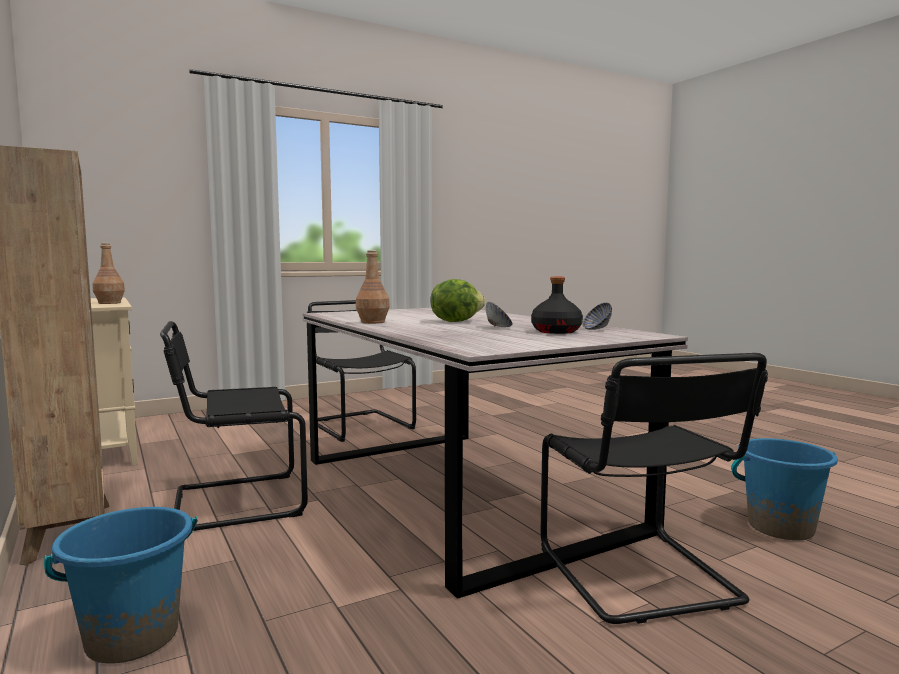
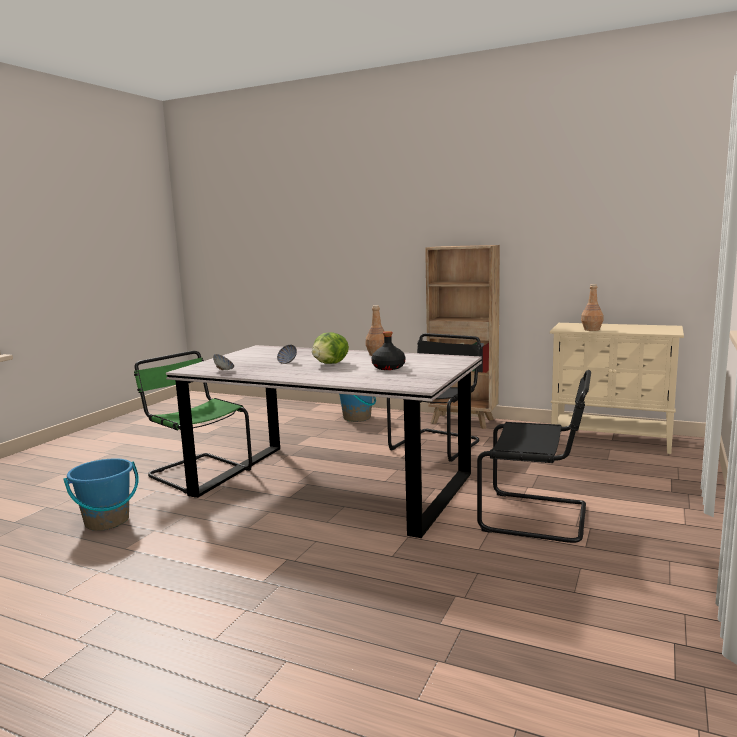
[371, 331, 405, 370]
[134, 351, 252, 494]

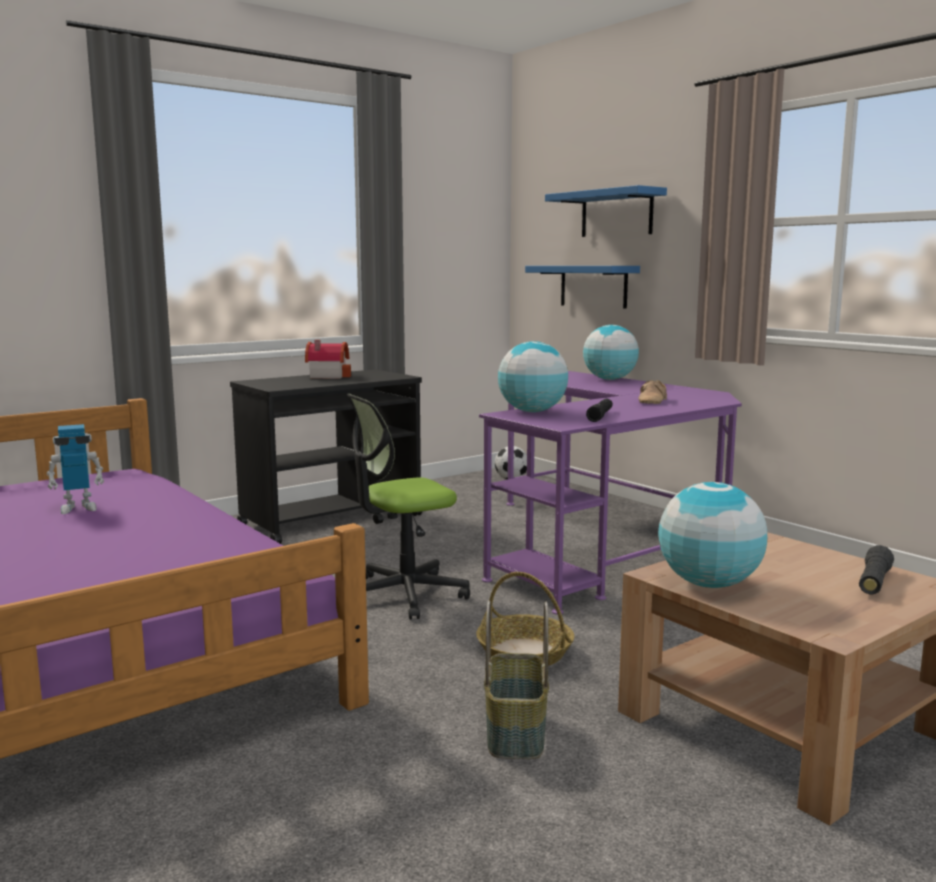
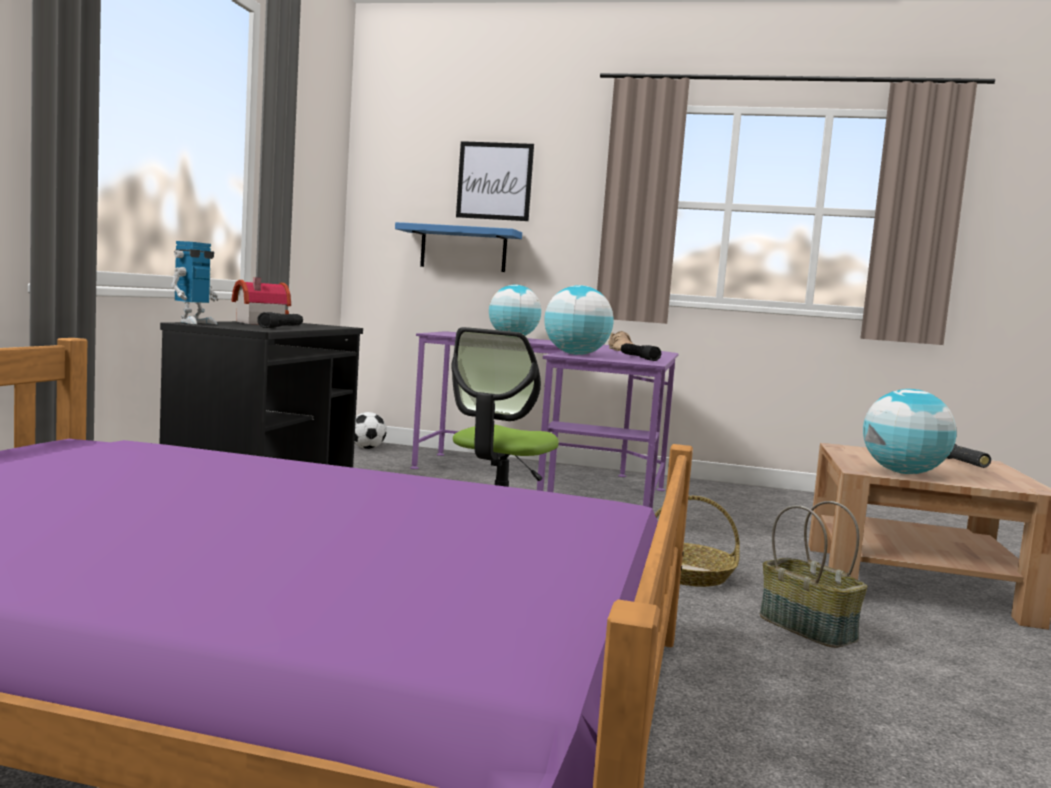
[456, 141, 534, 221]
[171, 241, 219, 324]
[257, 312, 303, 328]

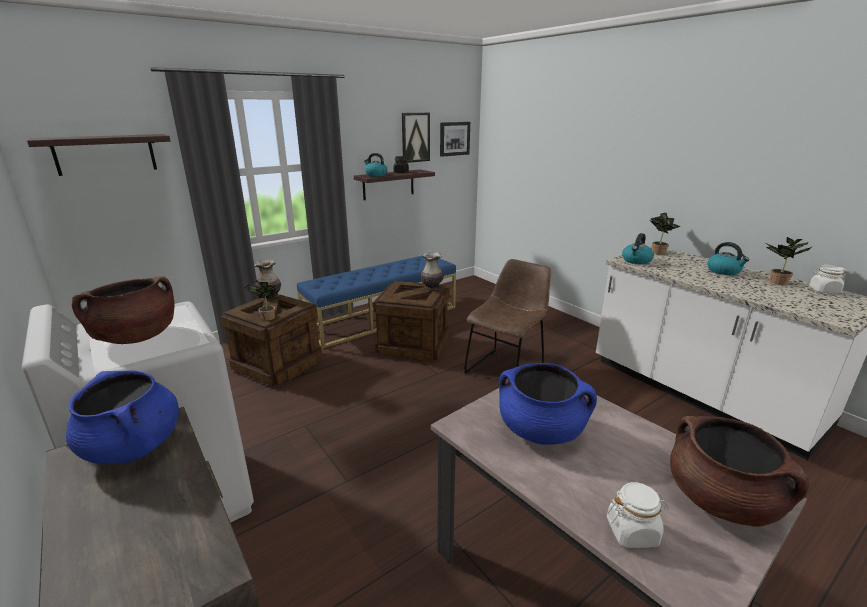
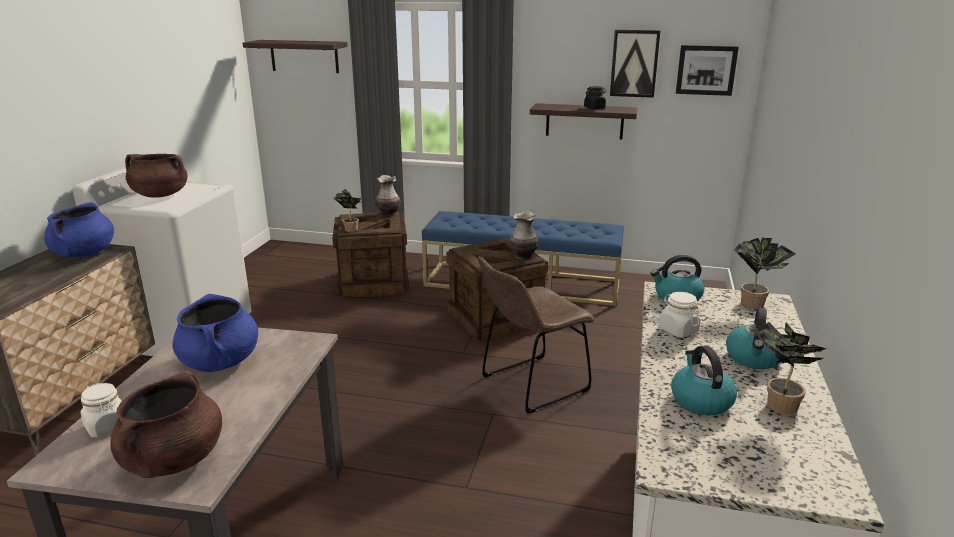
[672, 346, 737, 415]
[478, 257, 595, 414]
[659, 292, 700, 337]

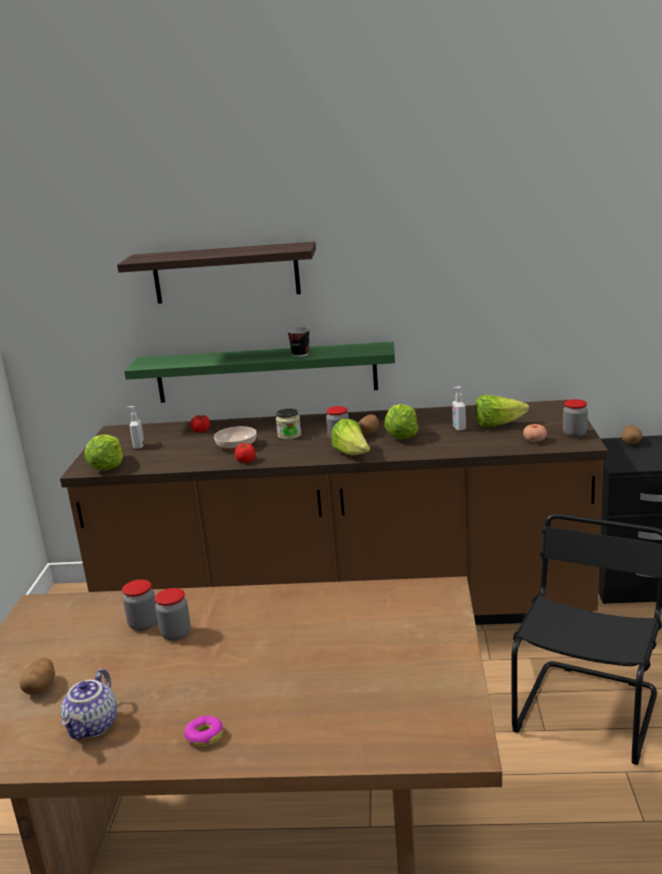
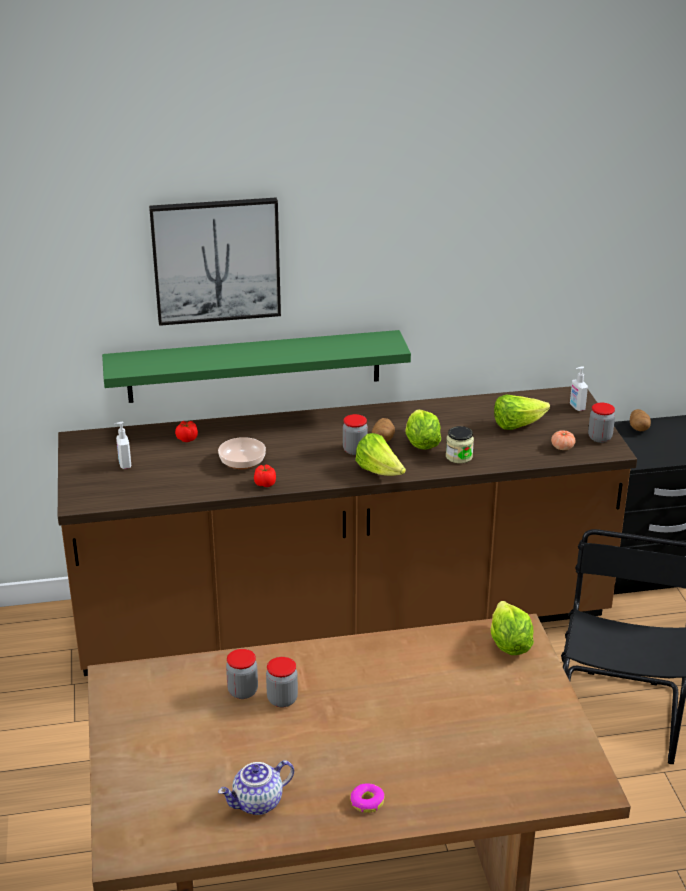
[149, 198, 281, 326]
[287, 327, 310, 357] (first image)
[570, 366, 588, 411]
[446, 426, 474, 464]
[490, 601, 534, 655]
[20, 657, 55, 695] (first image)
[218, 760, 294, 815]

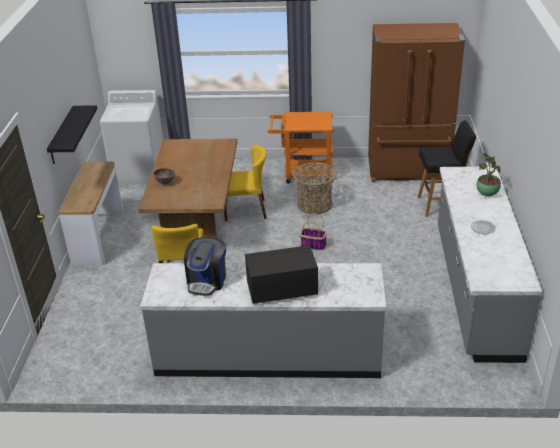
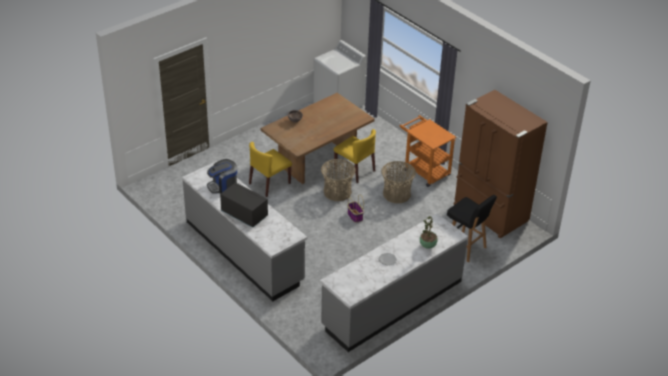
[47, 105, 97, 164] (first image)
[58, 162, 124, 266] (first image)
[321, 159, 356, 201]

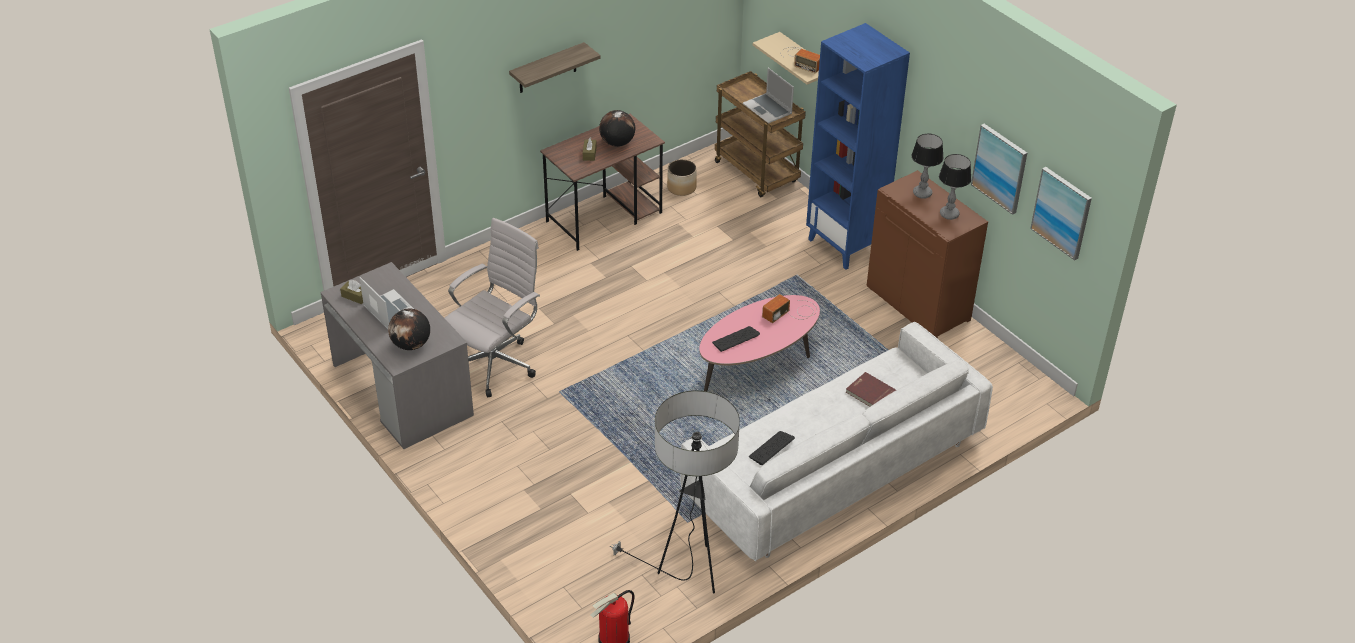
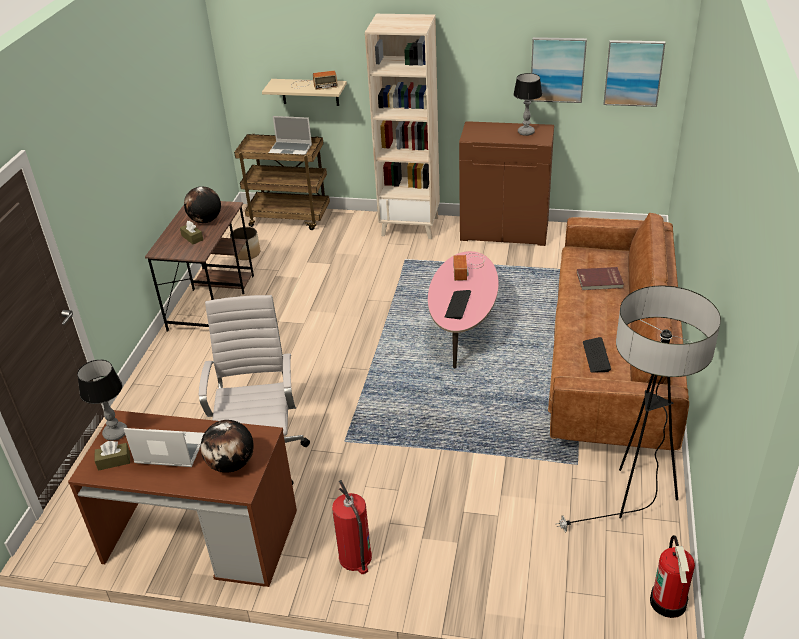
[365, 14, 440, 239]
[509, 42, 601, 93] (first image)
[77, 360, 127, 441]
[68, 410, 297, 587]
[548, 213, 689, 450]
[332, 480, 372, 574]

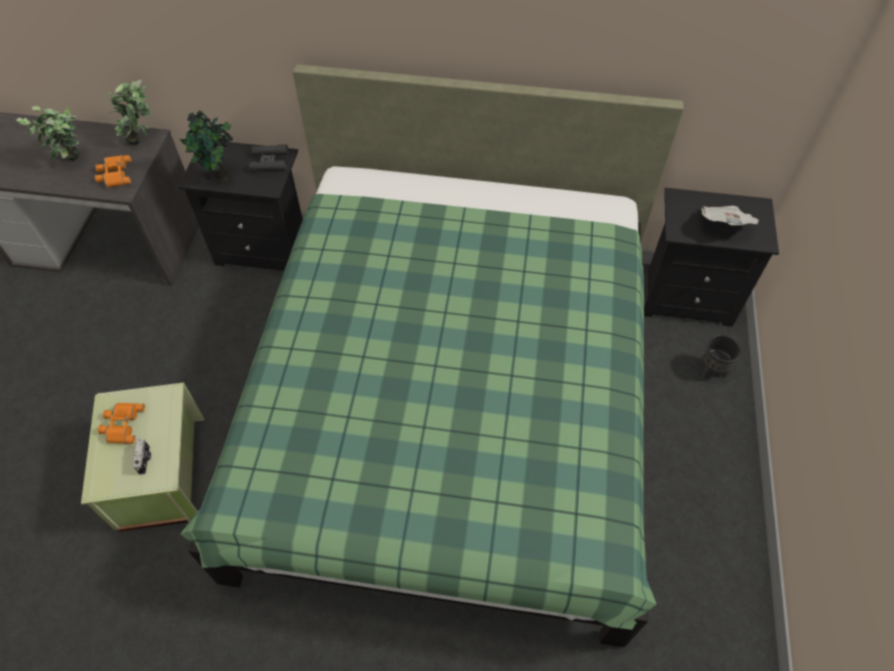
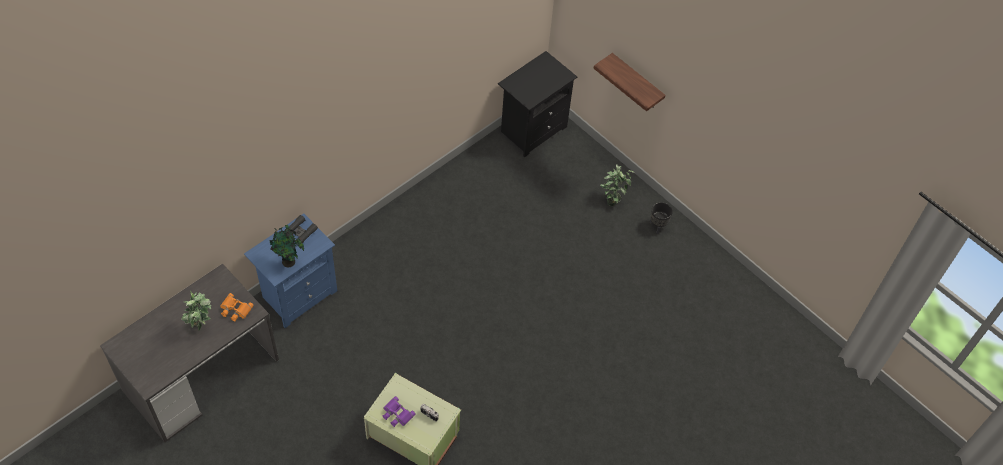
[180, 64, 684, 647] (first image)
[600, 164, 635, 206]
[244, 214, 337, 328]
[702, 206, 759, 225] (first image)
[650, 202, 673, 234]
[383, 396, 416, 427]
[593, 53, 666, 111]

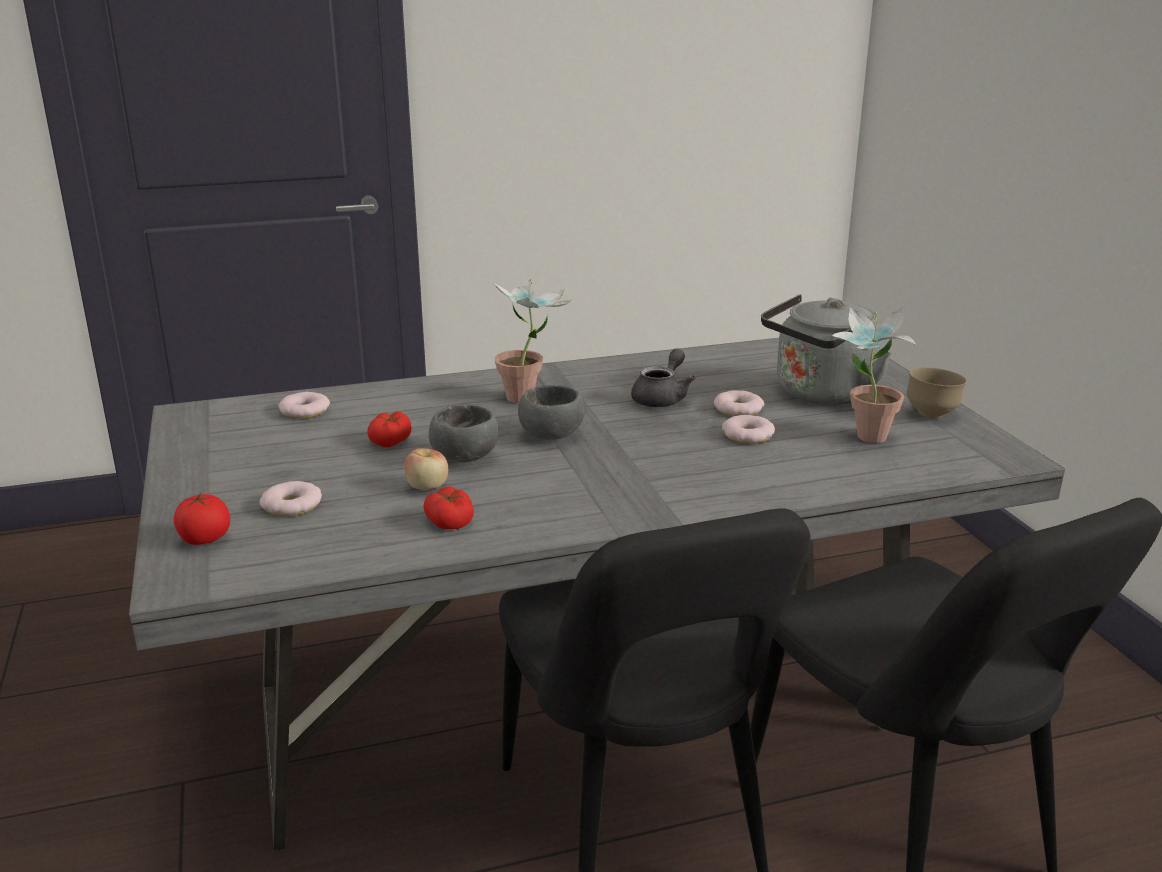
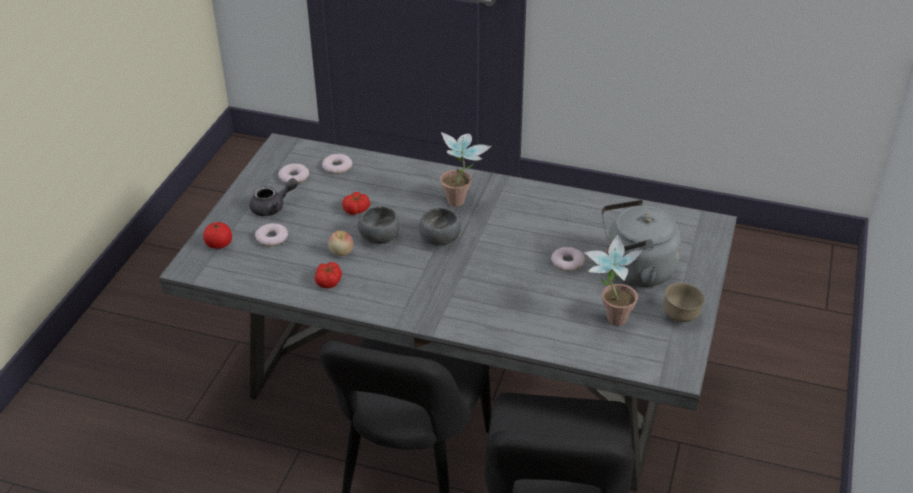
[250, 178, 298, 216]
[278, 163, 309, 183]

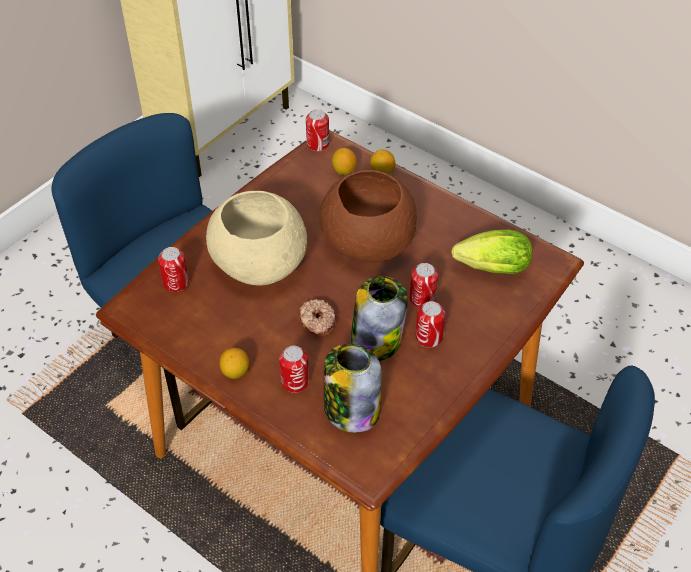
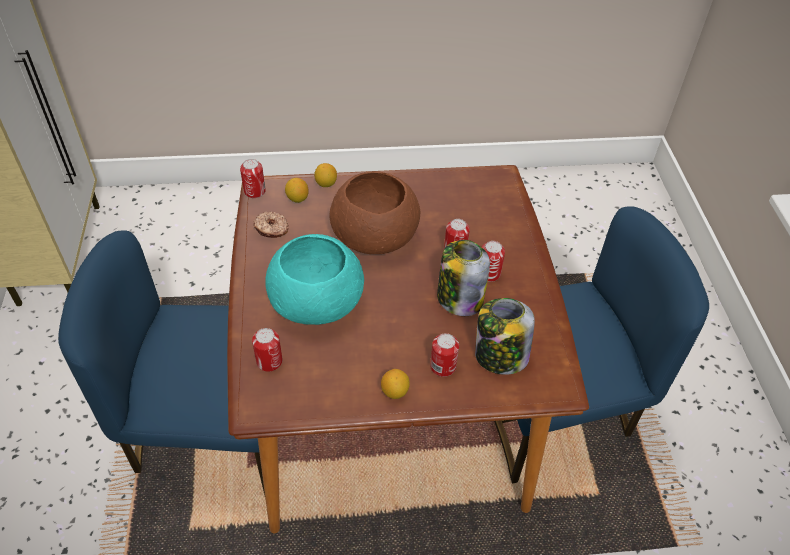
[265, 234, 364, 325]
[451, 230, 532, 274] (first image)
[253, 211, 288, 238]

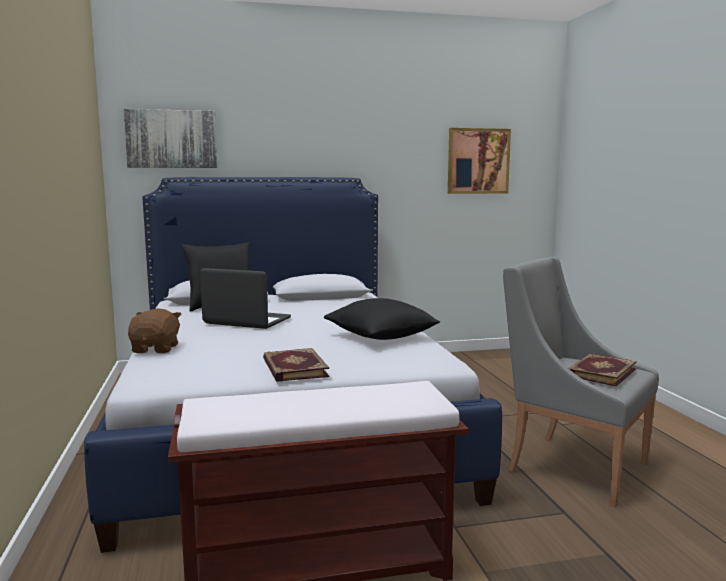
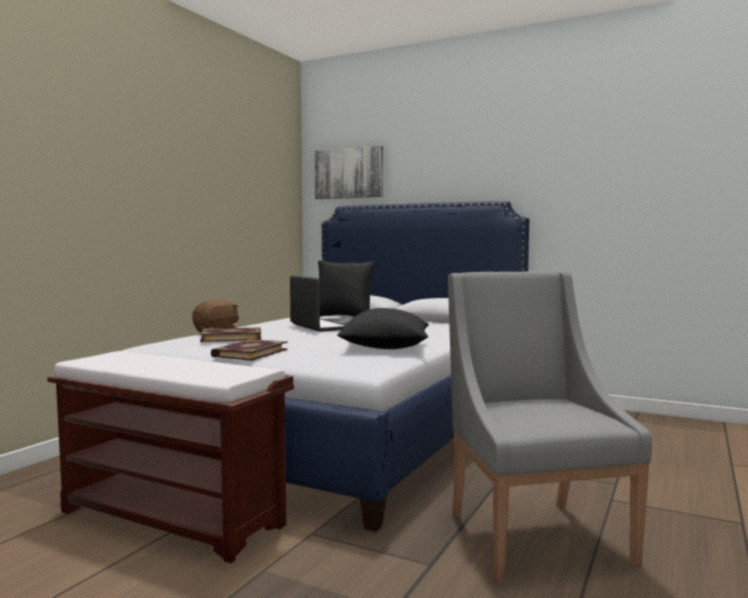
[448, 128, 511, 194] (first image)
[200, 327, 261, 342]

